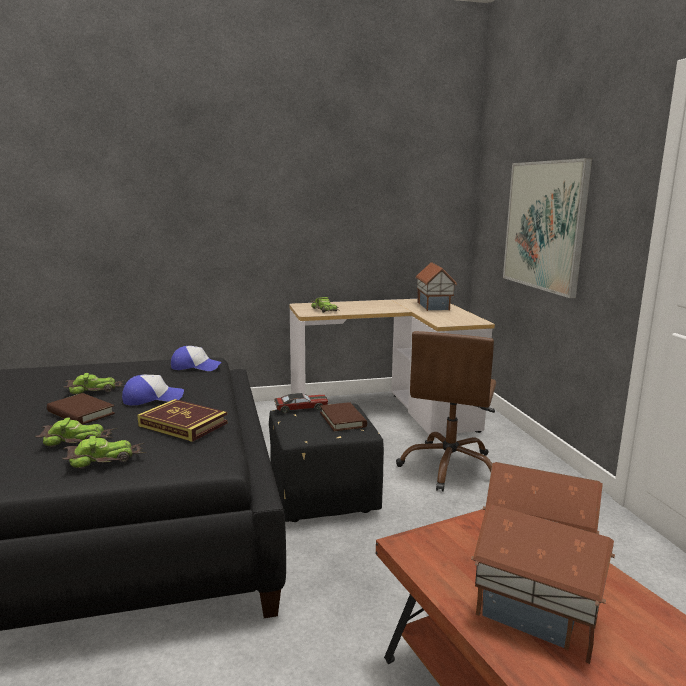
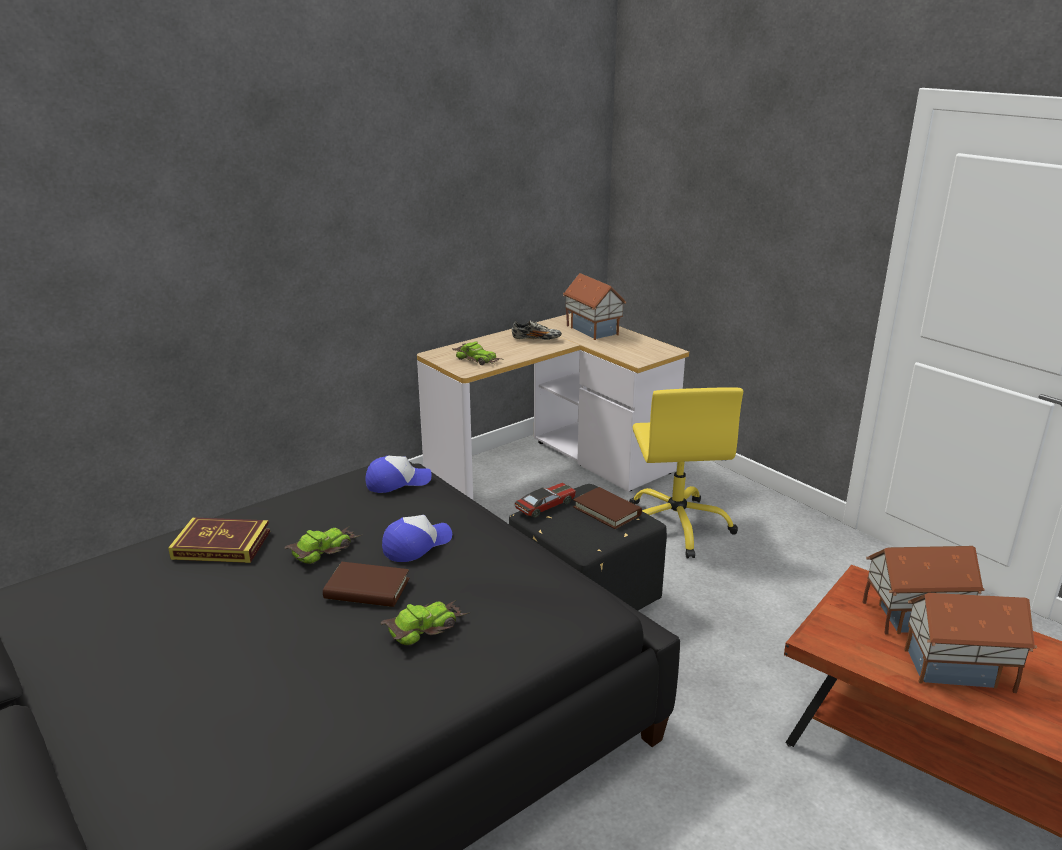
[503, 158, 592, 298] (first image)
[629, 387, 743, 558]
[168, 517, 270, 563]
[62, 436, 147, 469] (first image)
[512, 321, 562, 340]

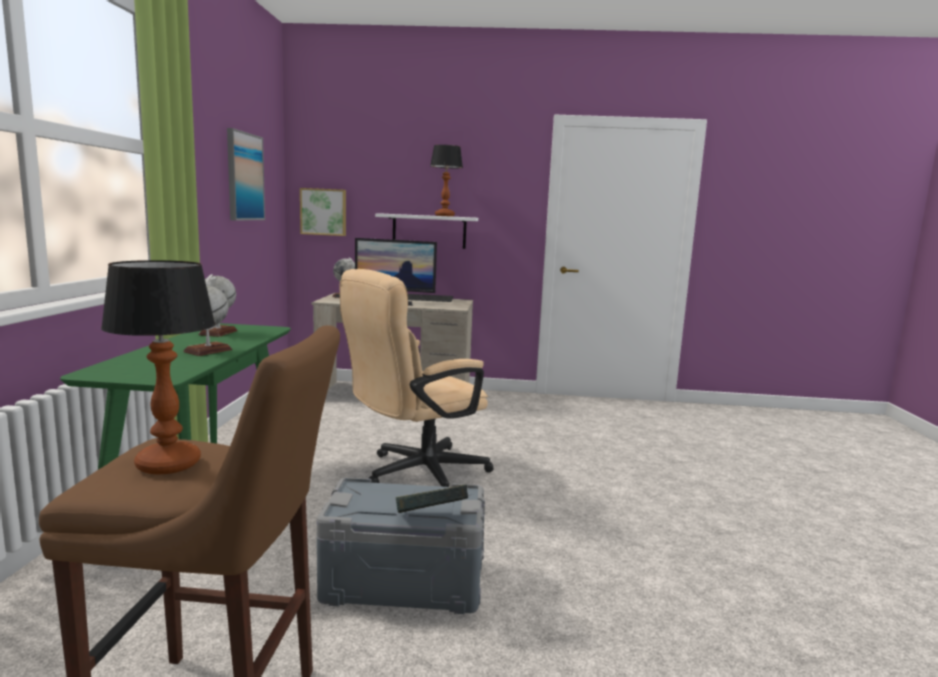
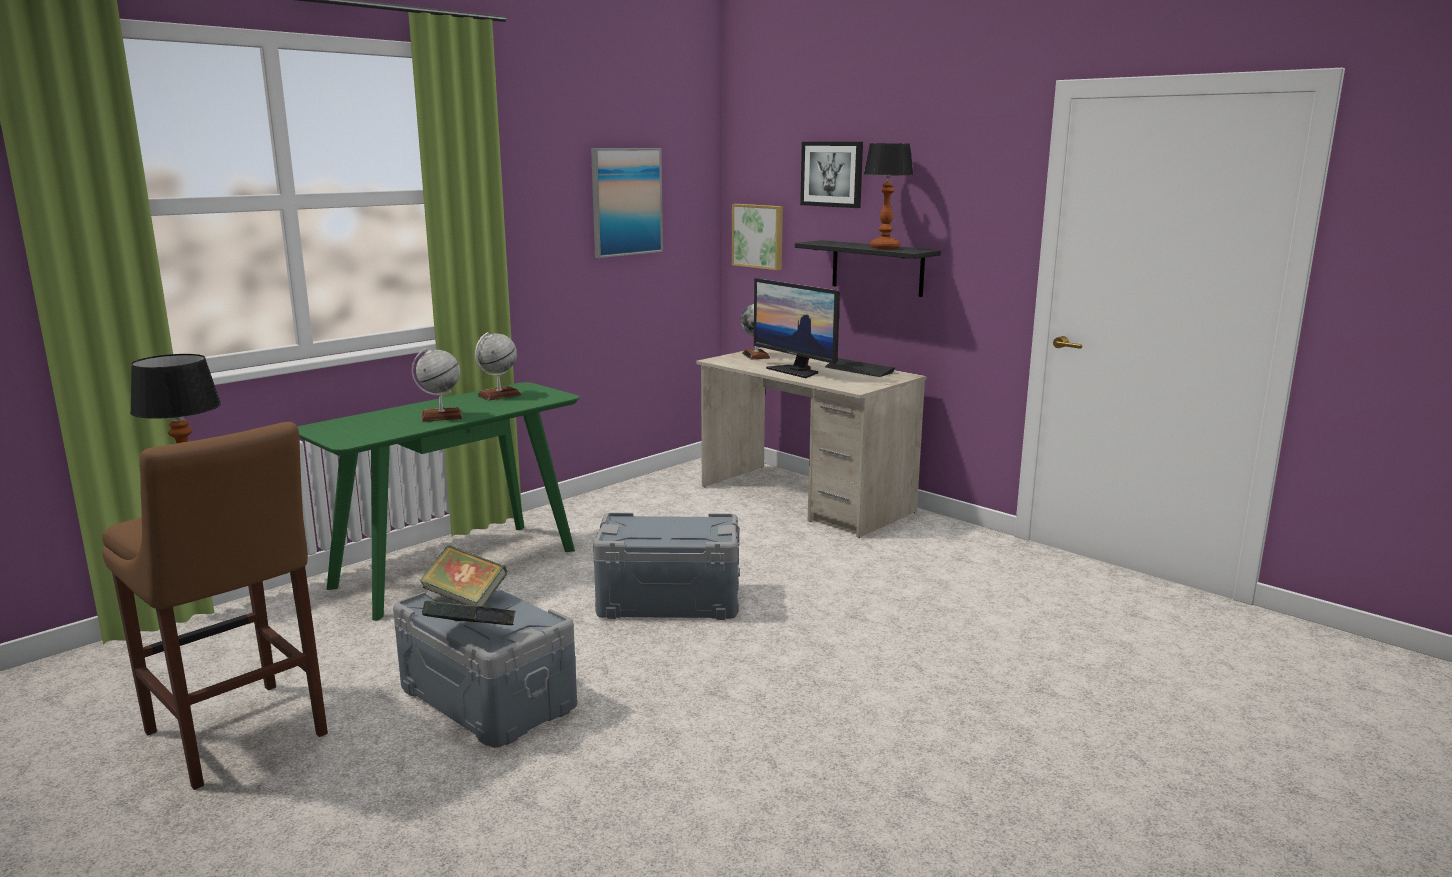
[795, 240, 941, 297]
[593, 513, 740, 620]
[800, 142, 863, 208]
[420, 545, 507, 607]

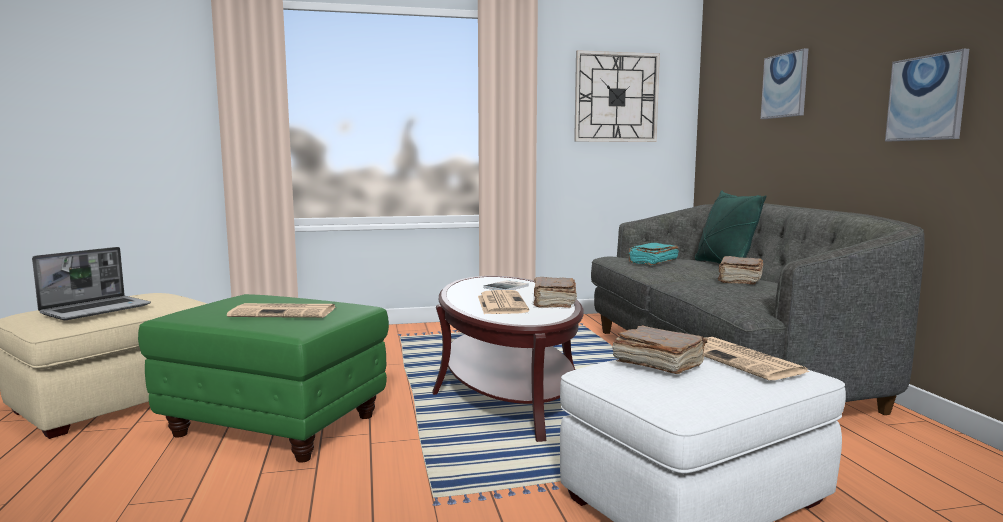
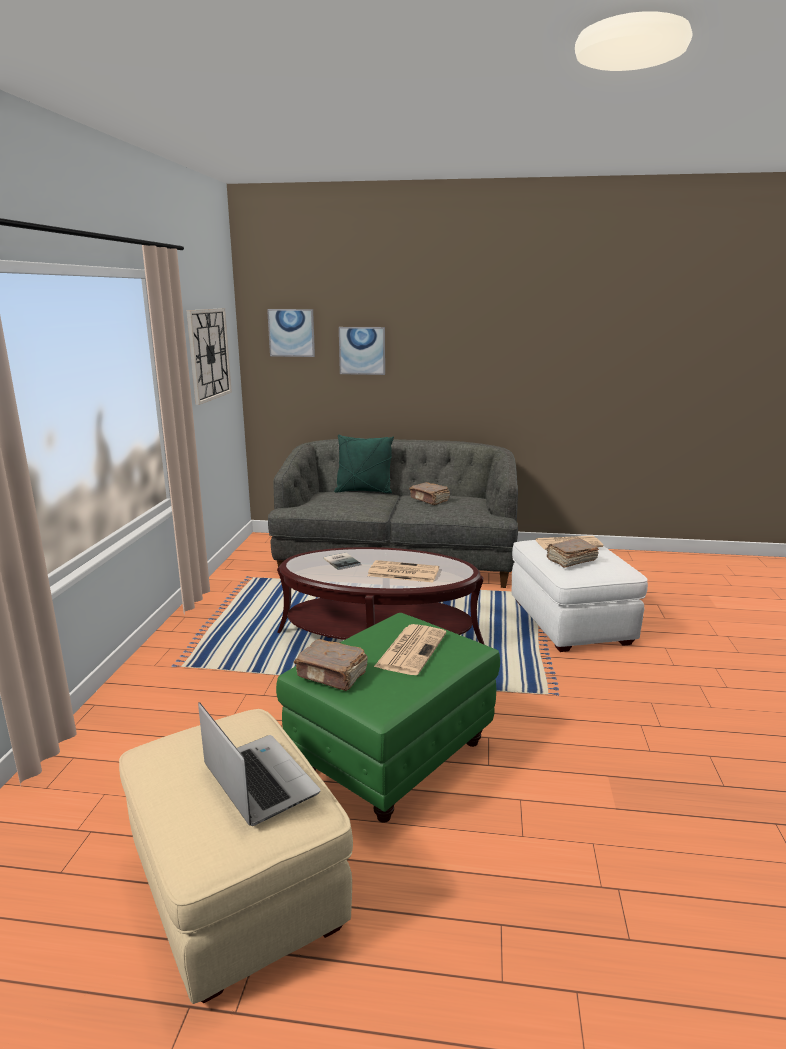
[267, 309, 315, 357]
[628, 243, 678, 266] (first image)
[294, 639, 368, 691]

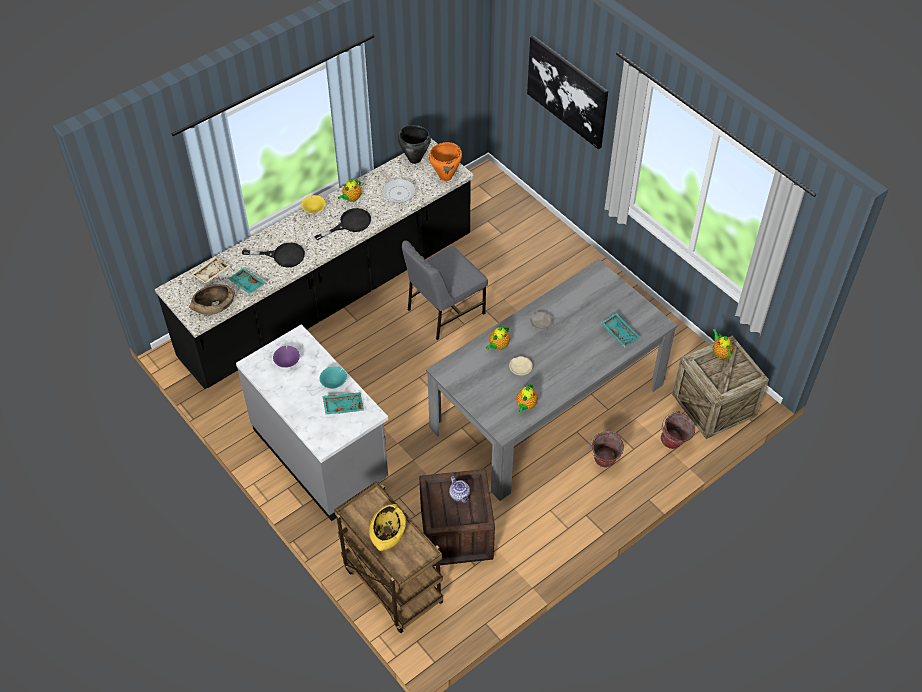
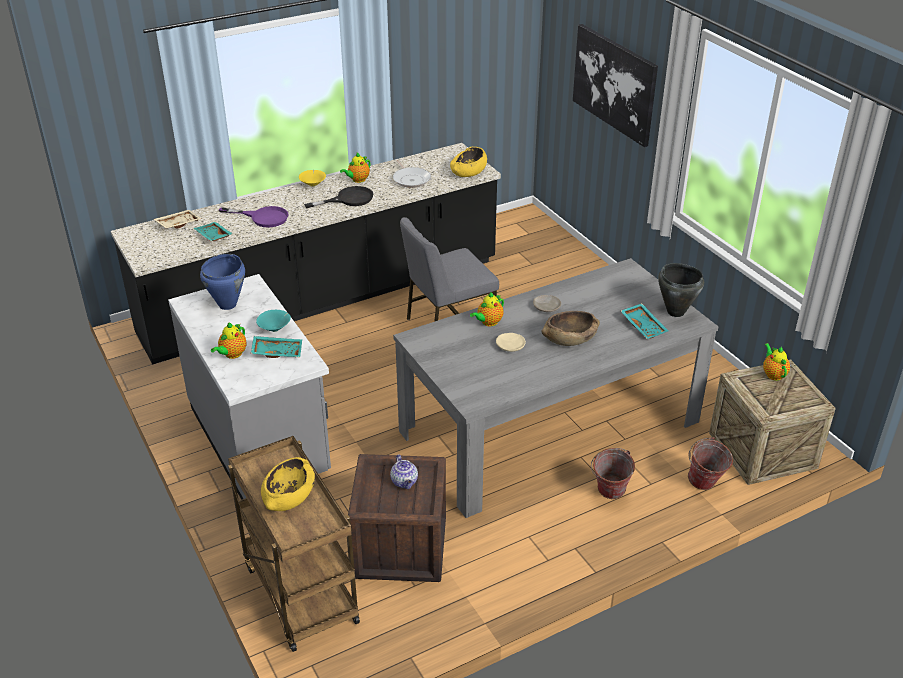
[658, 263, 704, 317]
[450, 147, 487, 177]
[219, 206, 288, 228]
[541, 311, 600, 346]
[200, 254, 245, 310]
[211, 322, 247, 359]

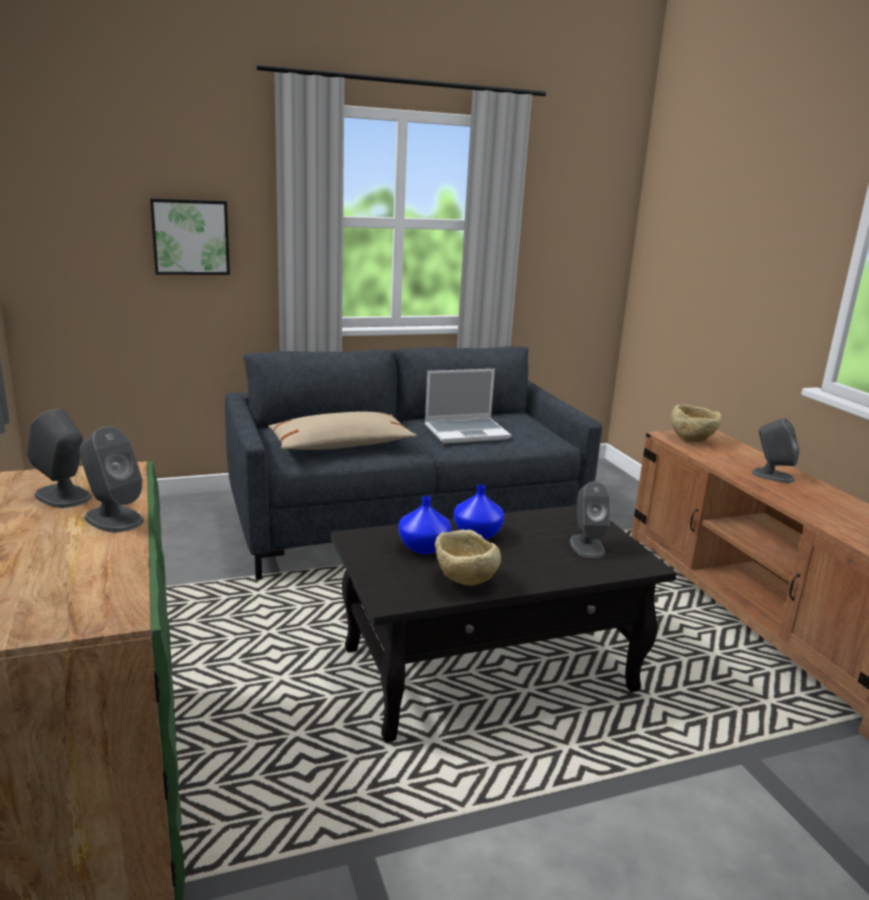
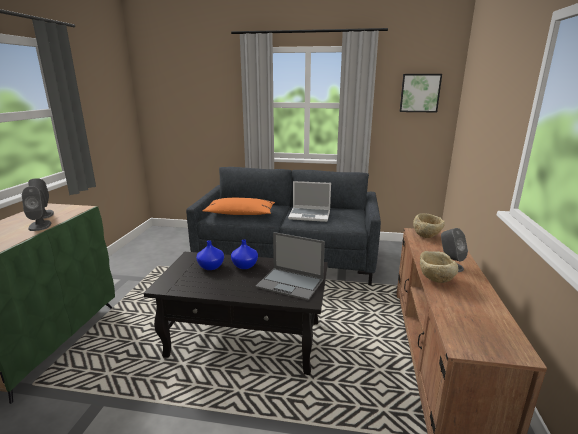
[399, 74, 442, 112]
[203, 198, 275, 215]
[255, 232, 325, 300]
[420, 251, 458, 283]

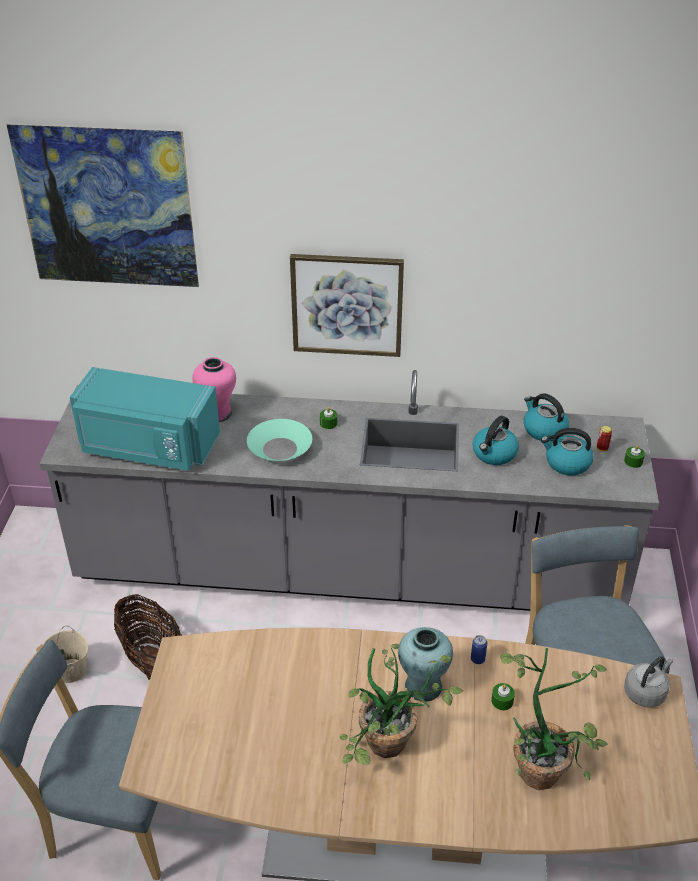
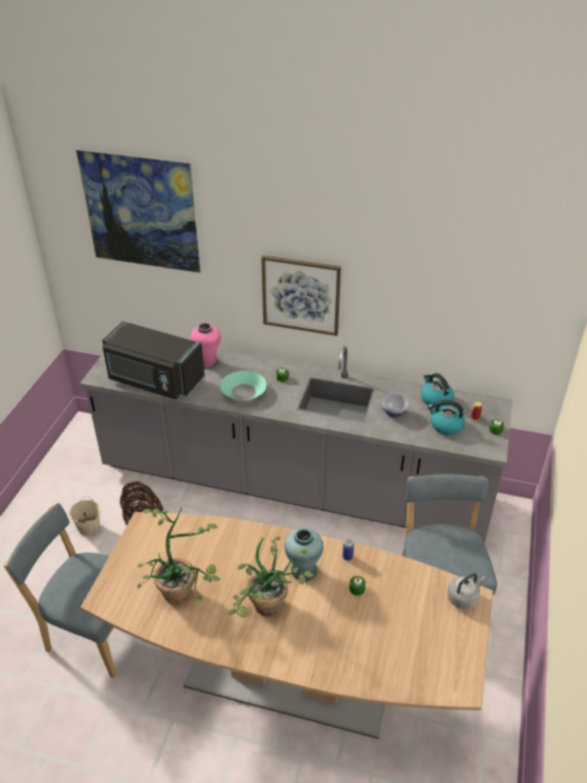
[102, 321, 205, 400]
[383, 394, 409, 418]
[137, 508, 220, 605]

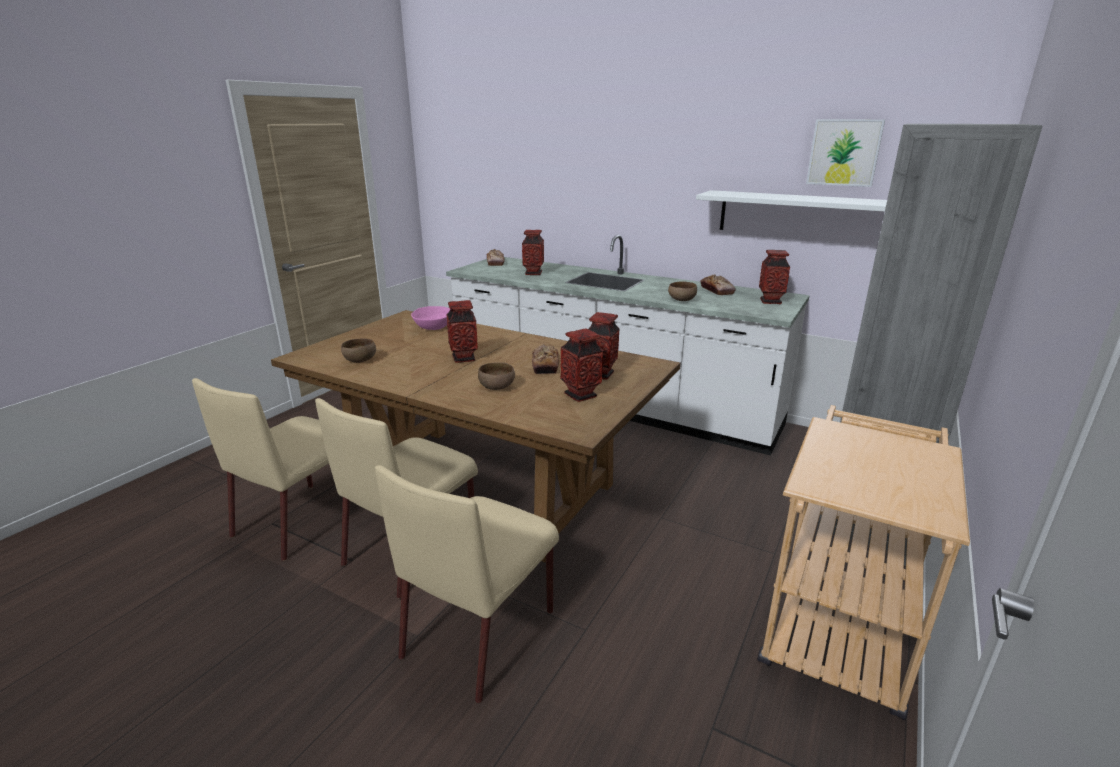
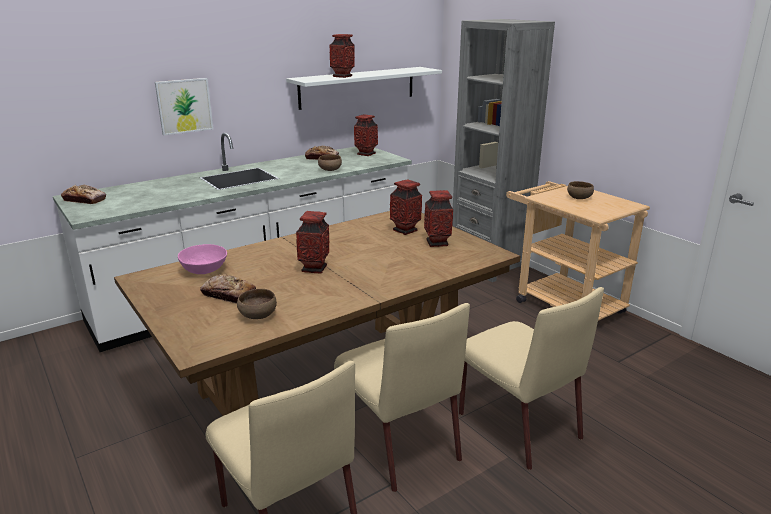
[155, 78, 213, 135]
[329, 34, 355, 78]
[200, 274, 256, 303]
[567, 181, 594, 199]

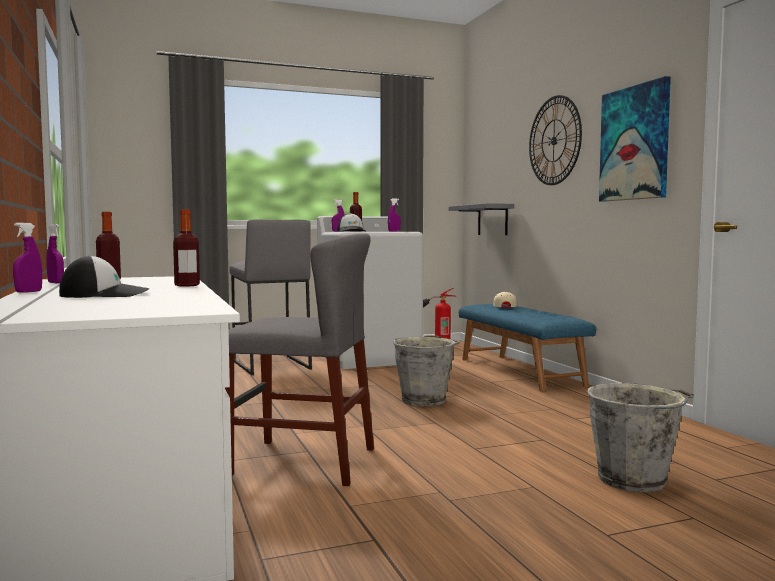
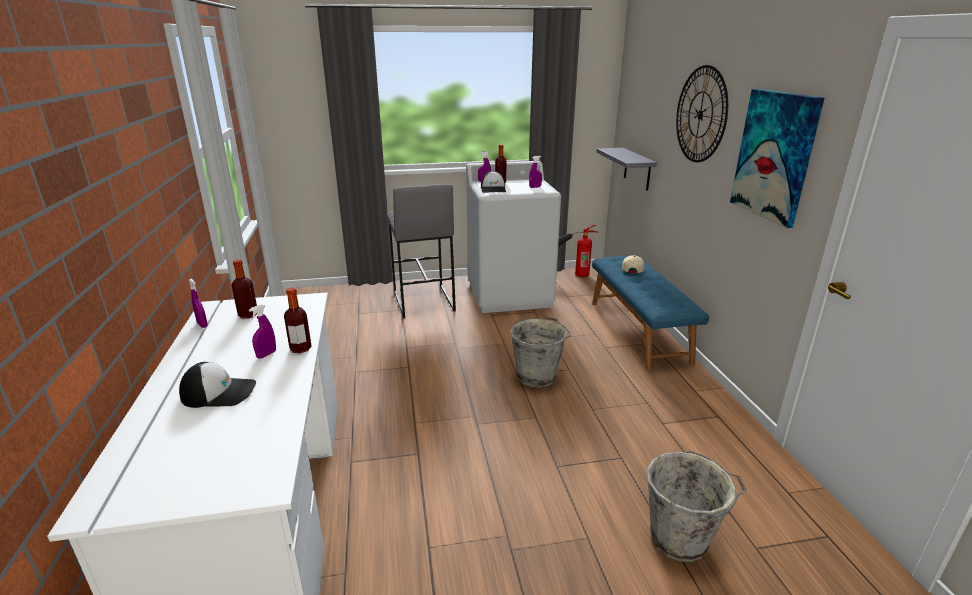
[249, 304, 276, 359]
[225, 234, 374, 486] (first image)

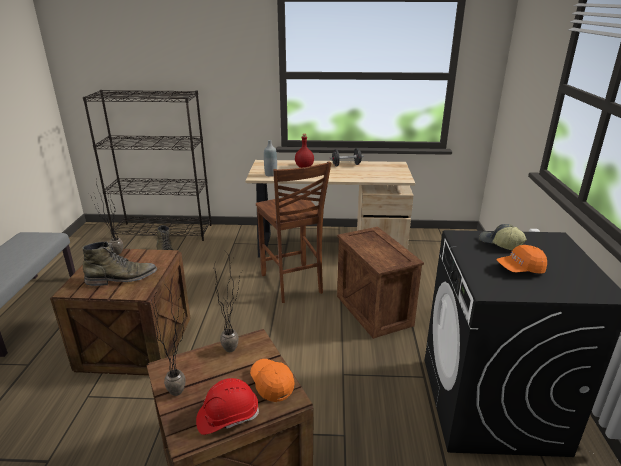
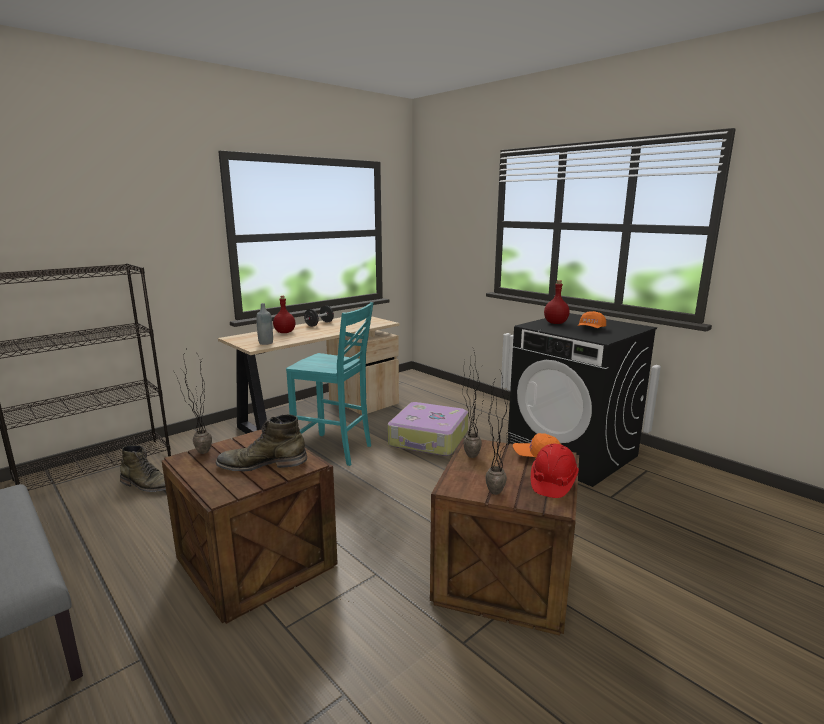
[286, 302, 373, 466]
[544, 280, 570, 324]
[388, 402, 468, 456]
[216, 414, 307, 472]

